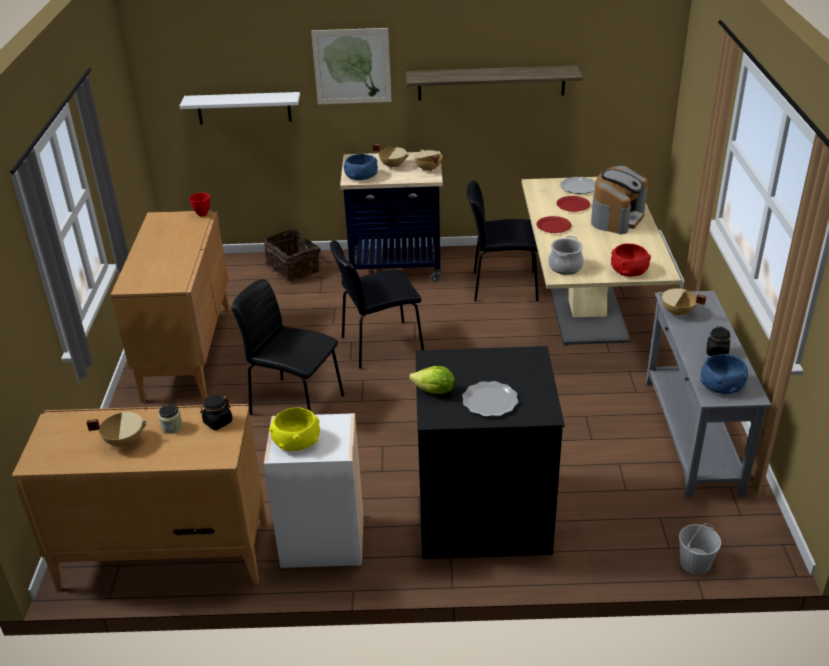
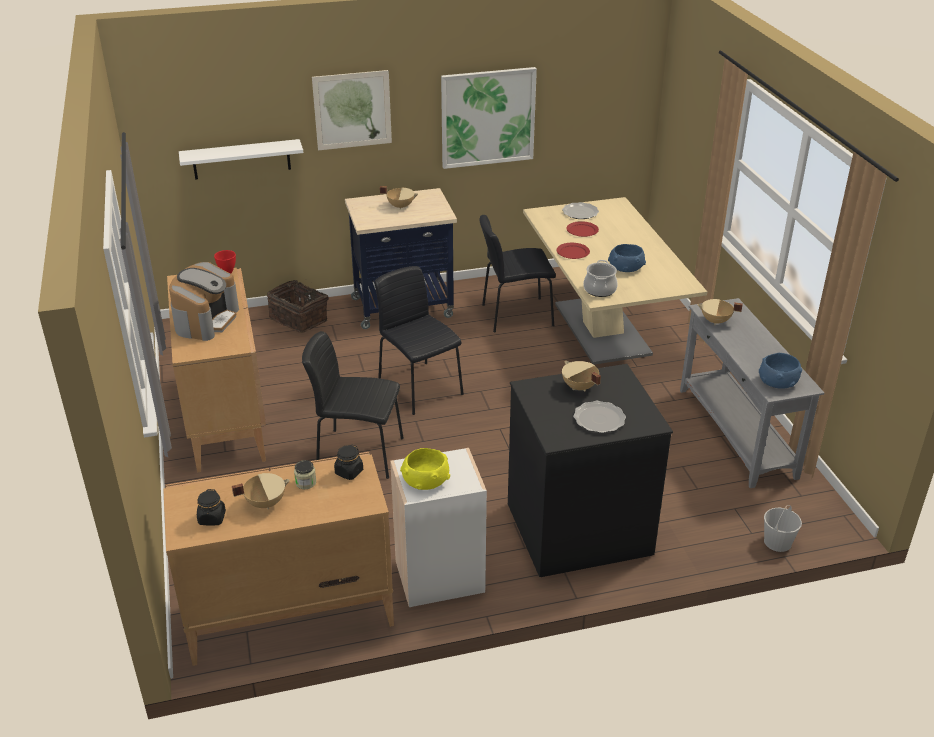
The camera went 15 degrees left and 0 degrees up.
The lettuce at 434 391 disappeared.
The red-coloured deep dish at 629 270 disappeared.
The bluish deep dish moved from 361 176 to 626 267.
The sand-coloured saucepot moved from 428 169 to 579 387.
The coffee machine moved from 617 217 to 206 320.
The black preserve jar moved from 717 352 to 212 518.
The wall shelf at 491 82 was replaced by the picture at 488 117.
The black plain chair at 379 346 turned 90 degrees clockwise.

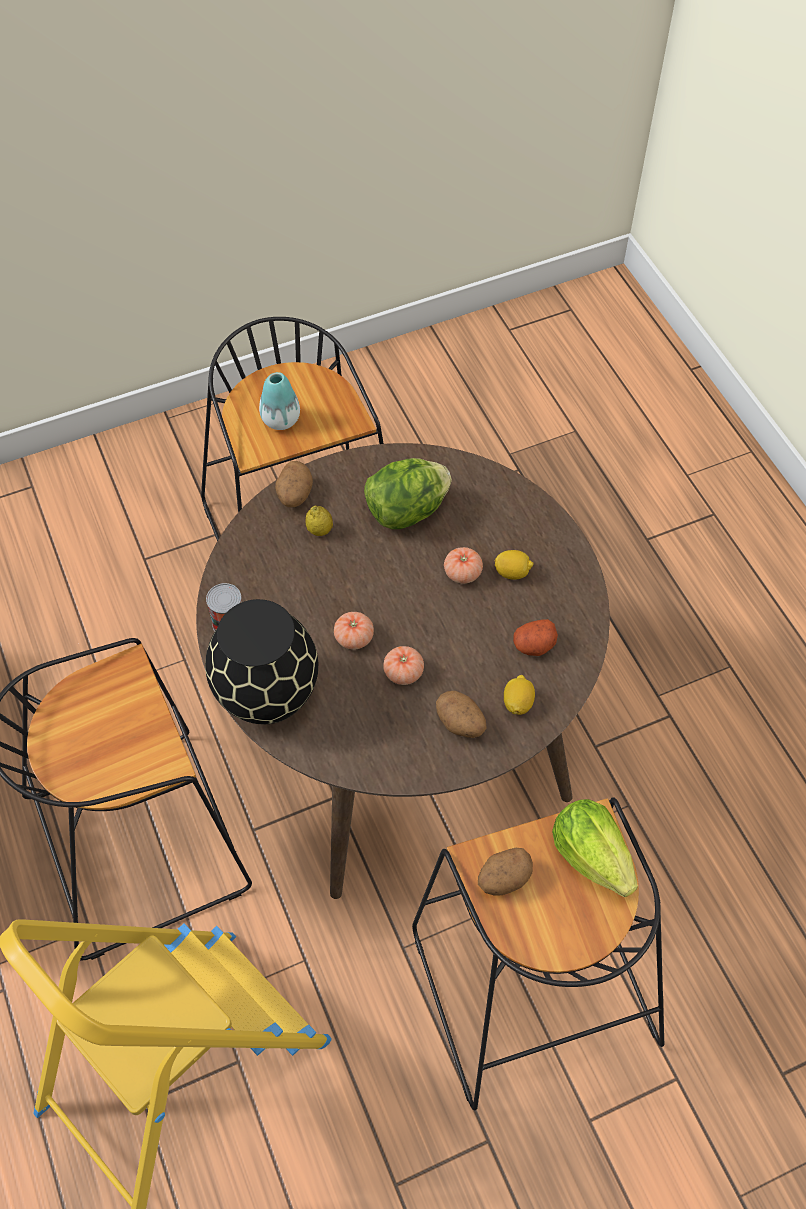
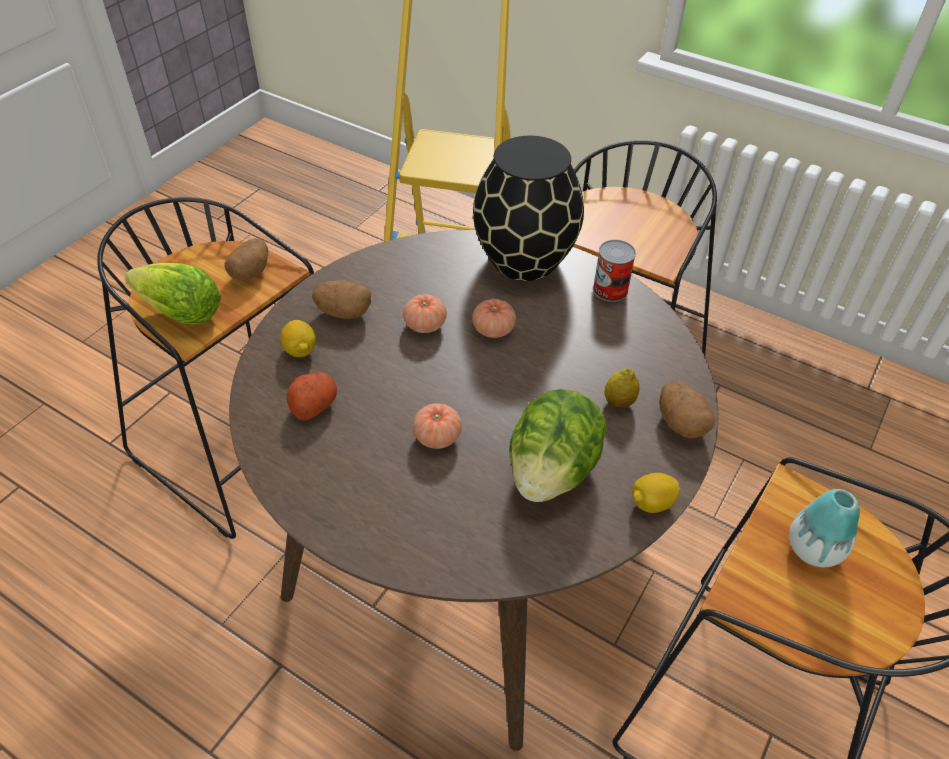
The camera went 145 degrees right and 10 degrees down.
The whole lemon moved from 512 572 to 651 503.

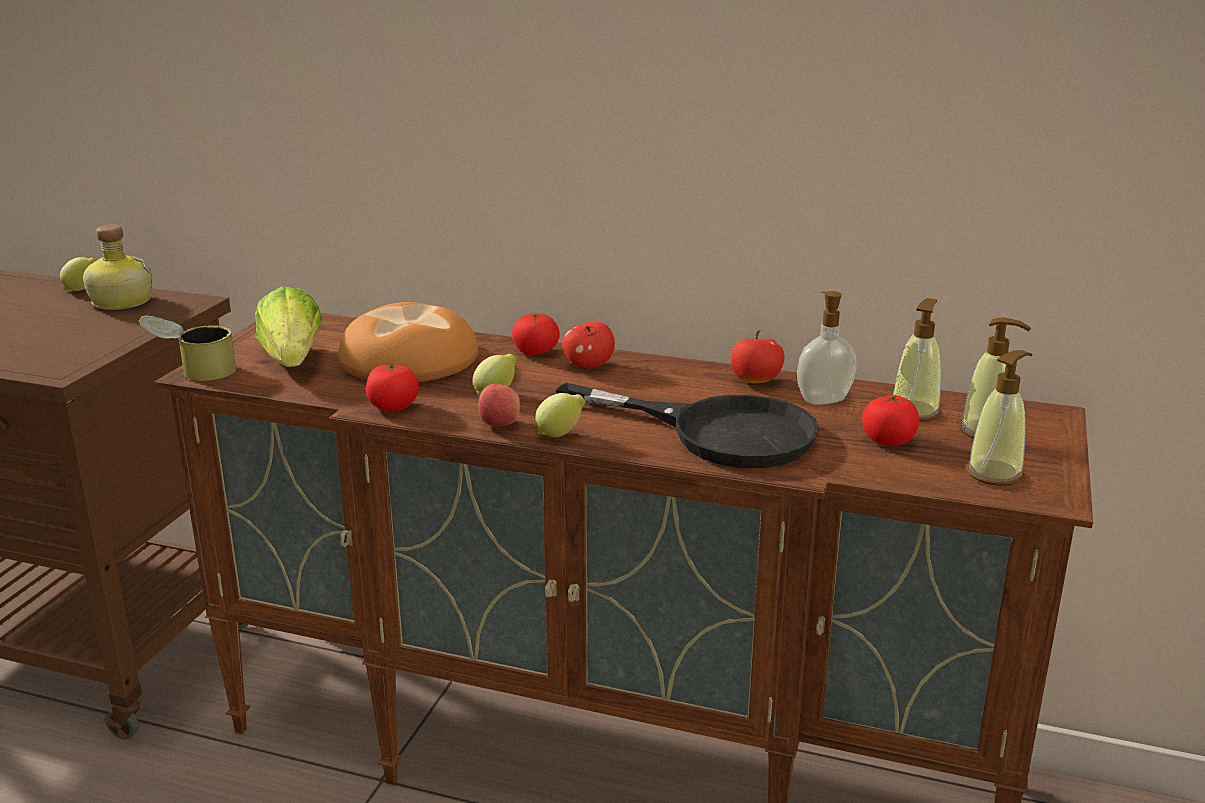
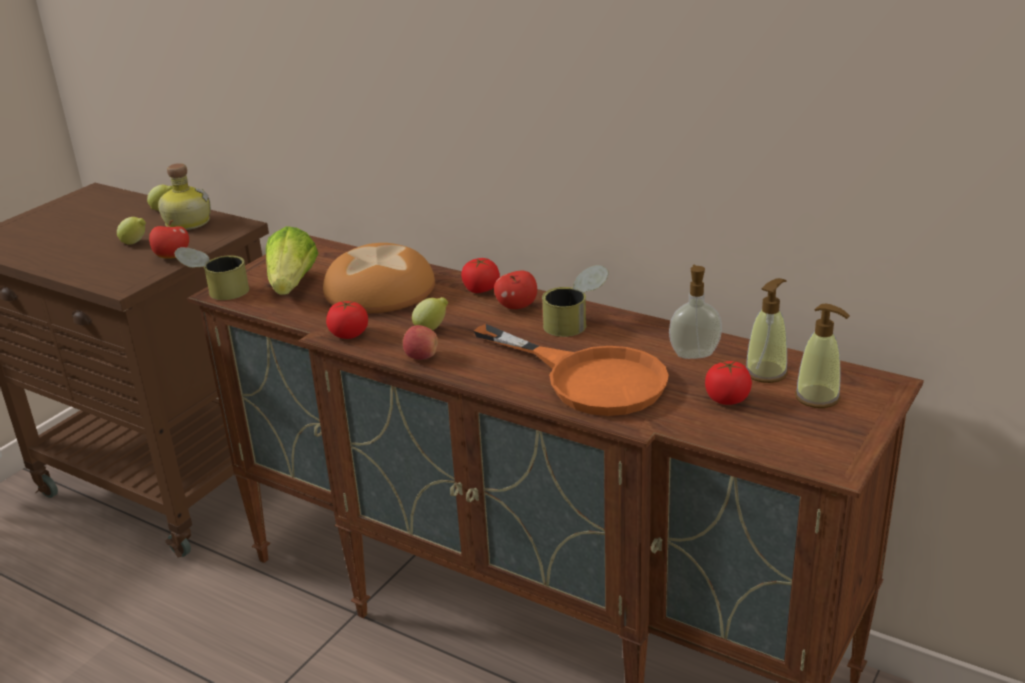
The camera went 15 degrees right and 5 degrees up.
The liquid soap bottle at 994 474 disappeared.
The can at 576 322 appeared.
The whole lemon moved from 560 434 to 135 243.
The whole apple moved from 756 381 to 172 257.
The black pan at 718 432 became the orange pan at 589 378.

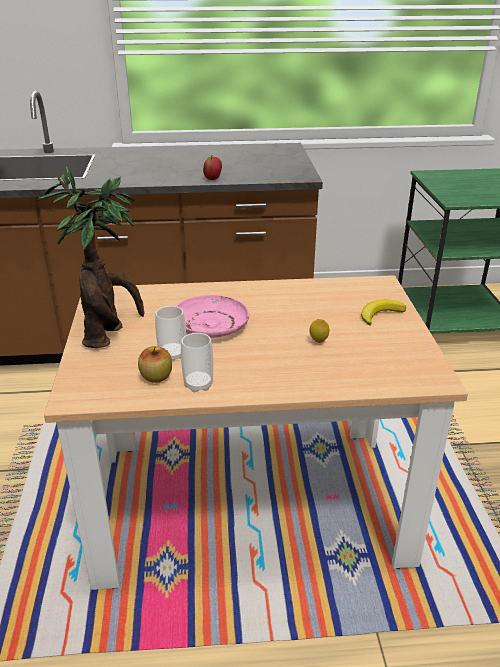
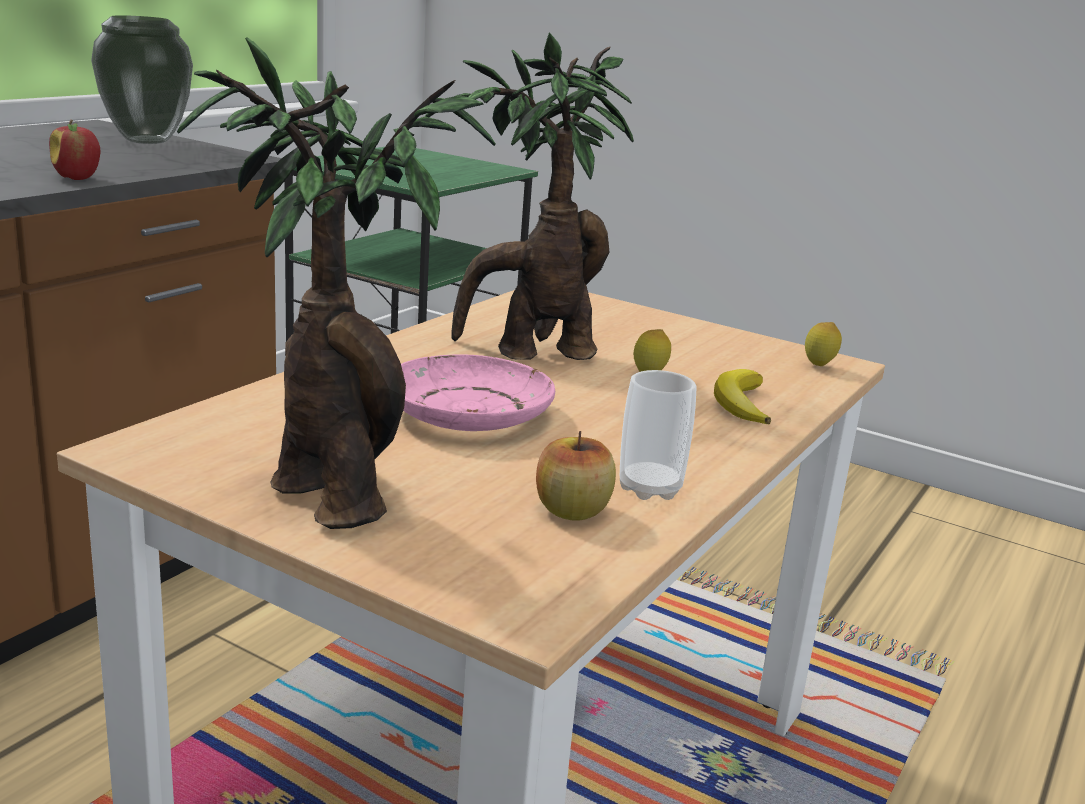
The camera went 55 degrees left and 10 degrees down.
The cup at 172 355 disappeared.
The flower vase at 145 140 appeared.
The plant in a pot at 531 353 appeared.
The whole lemon at 818 366 appeared.
The whole banana moved from 380 314 to 740 403.

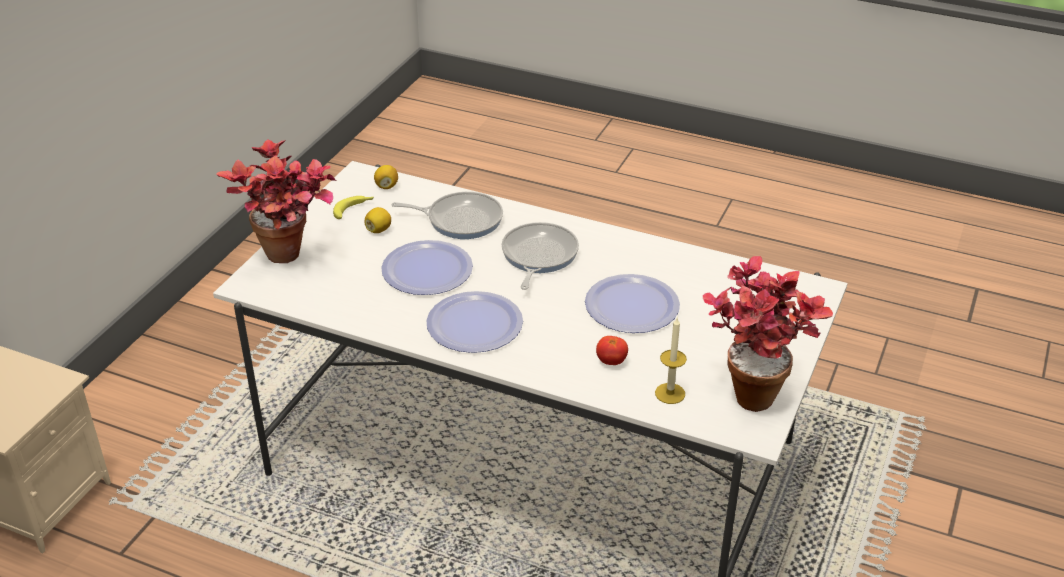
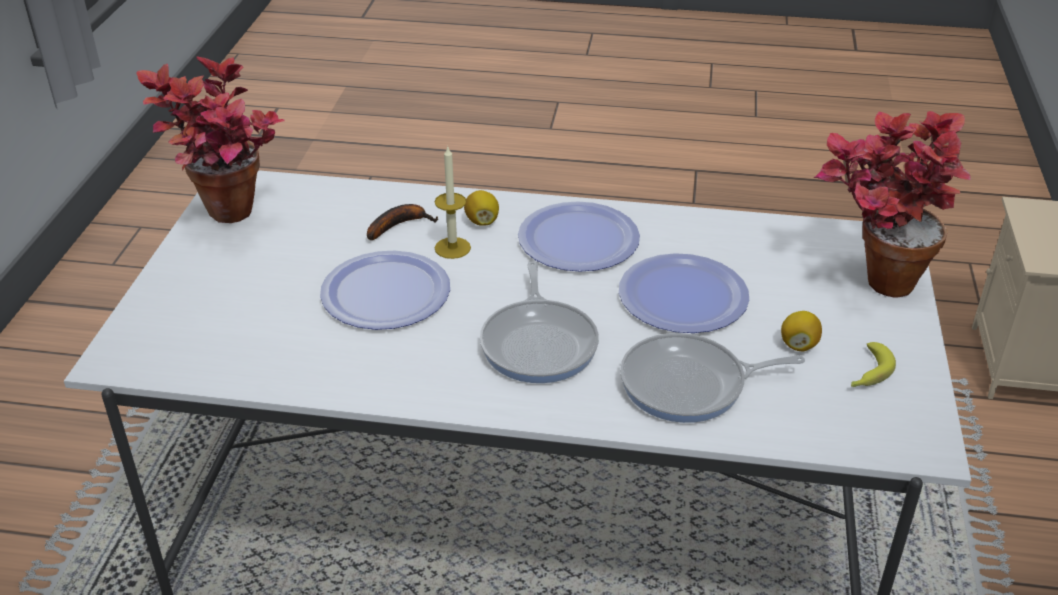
The camera went 165 degrees right and 0 degrees up.
The whole lemon moved from 386 186 to 482 221.
The candle moved from 670 393 to 452 248.
The whole tomato at 611 361 was replaced by the whole banana at 399 225.

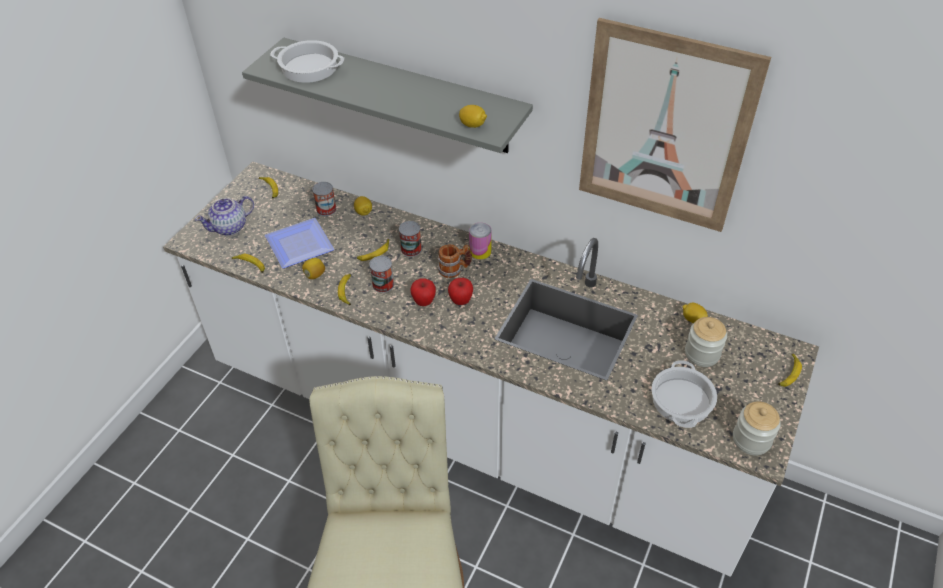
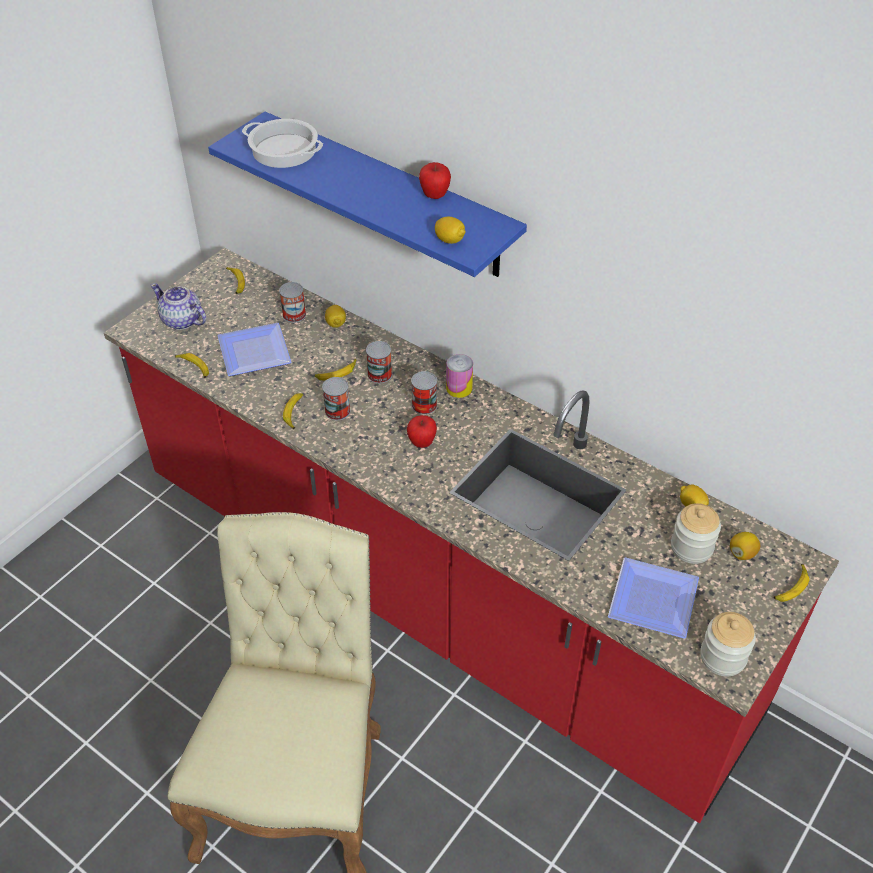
The camera went 10 degrees right and 0 degrees up.
The picture at 664 129 disappeared.
The whole lemon moved from 315 275 to 742 553.
The whole apple moved from 424 302 to 434 195.
The tea mug at 455 269 was replaced by the can at 424 405.
The saucepot at 681 400 was replaced by the dinner plate at 650 597.
The white counter at 473 424 became the red-coloured counter at 436 593.
The greyish wall shelf at 404 96 became the bluish wall shelf at 389 195.
The pot for tea at 230 227 turned 60 degrees clockwise.

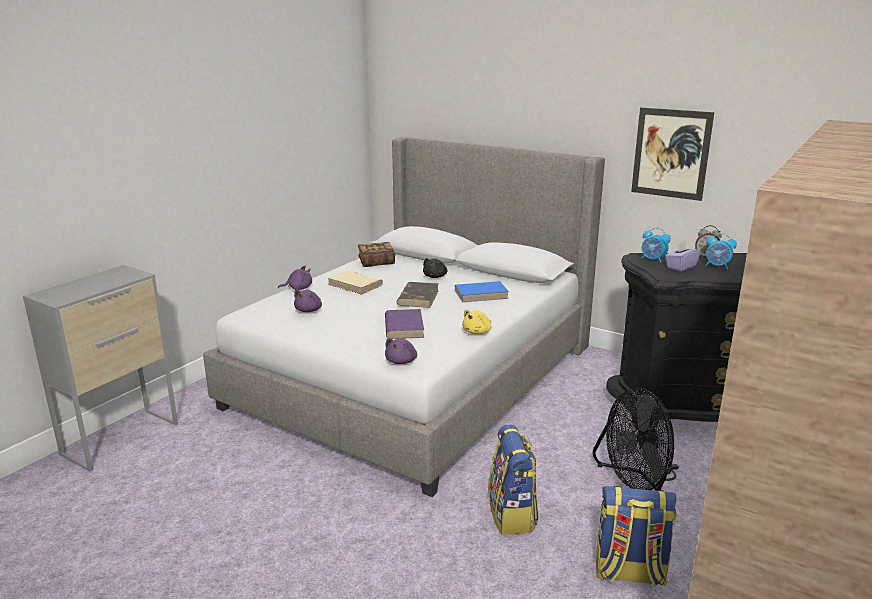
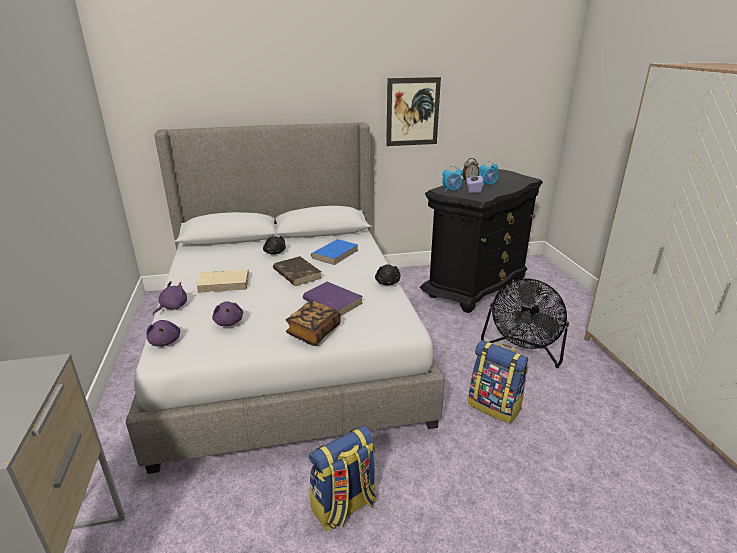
The camera went 45 degrees left and 5 degrees up.
The book moved from 376 262 to 314 332.
The purplish soft toy moved from 402 361 to 165 341.
The rucksack moved from 629 572 to 344 506.
The yellow-coloured soft toy at 477 332 became the black soft toy at 387 282.

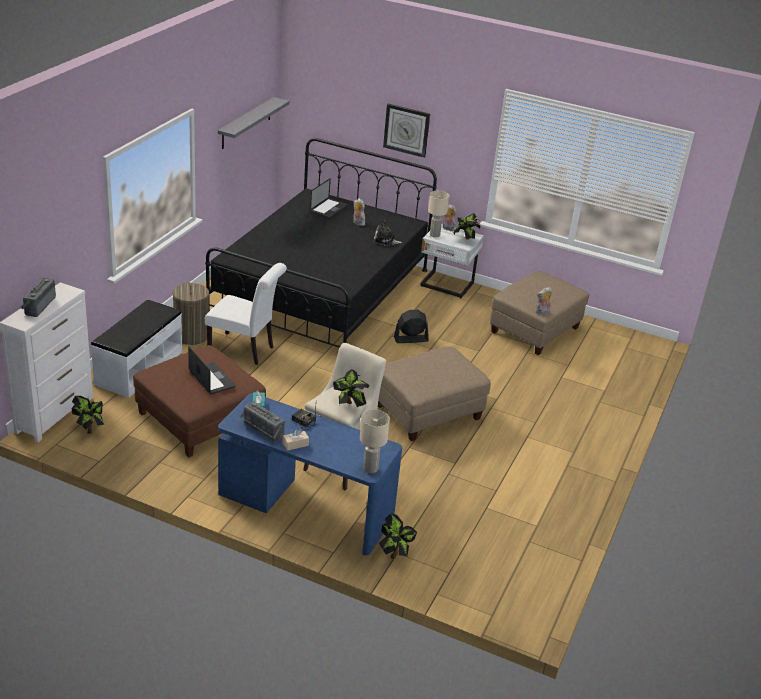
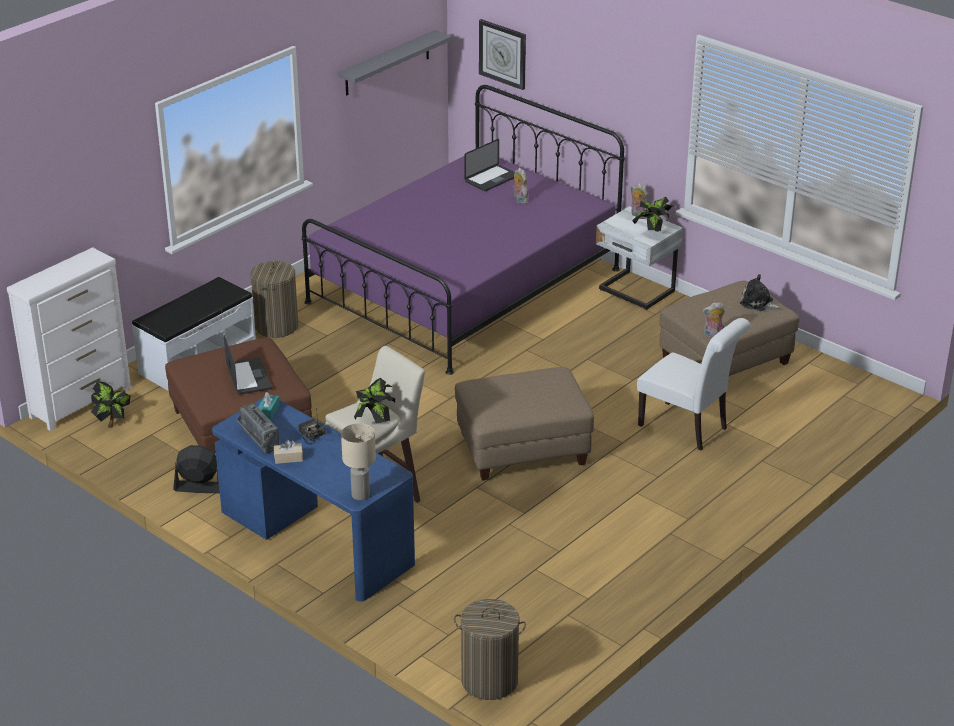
The camera went 20 degrees right and 0 degrees up.
The radio set at 38 305 disappeared.
The plant in a pot at 395 553 disappeared.
The sand-coloured lamp for a table at 434 235 disappeared.
The hamper at 489 681 appeared.
The white plain chair moved from 245 350 to 688 428.
The soft toy moved from 385 241 to 758 303.
The clock on the wall moved from 406 130 to 503 54.
The black cooling fan moved from 410 339 to 199 487.
The black sleeping bed at 321 291 became the purplish sleeping bed at 464 285.

